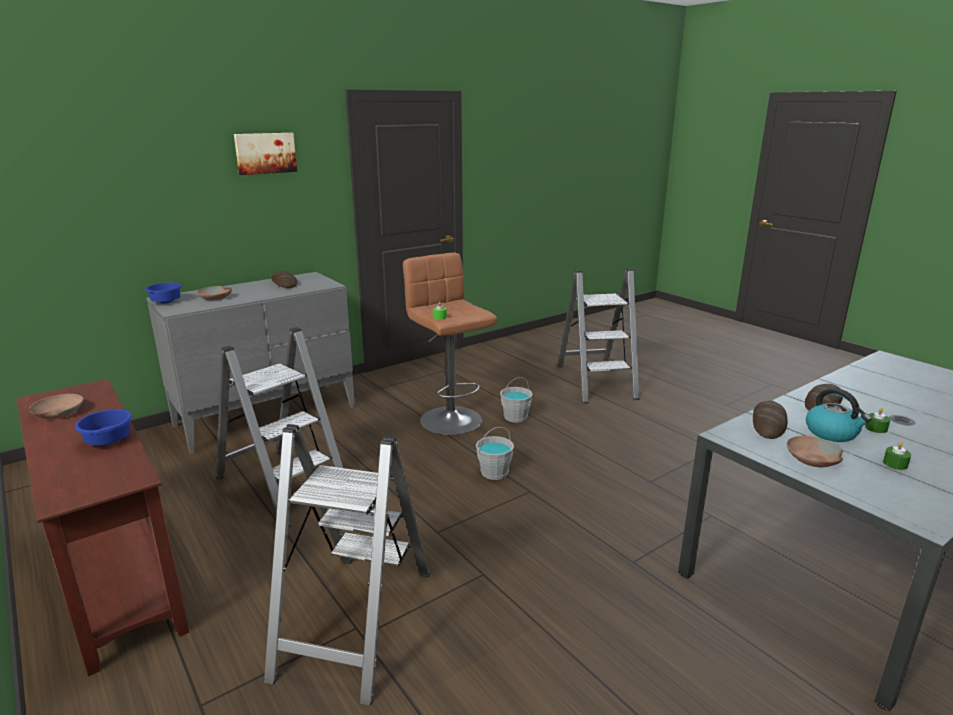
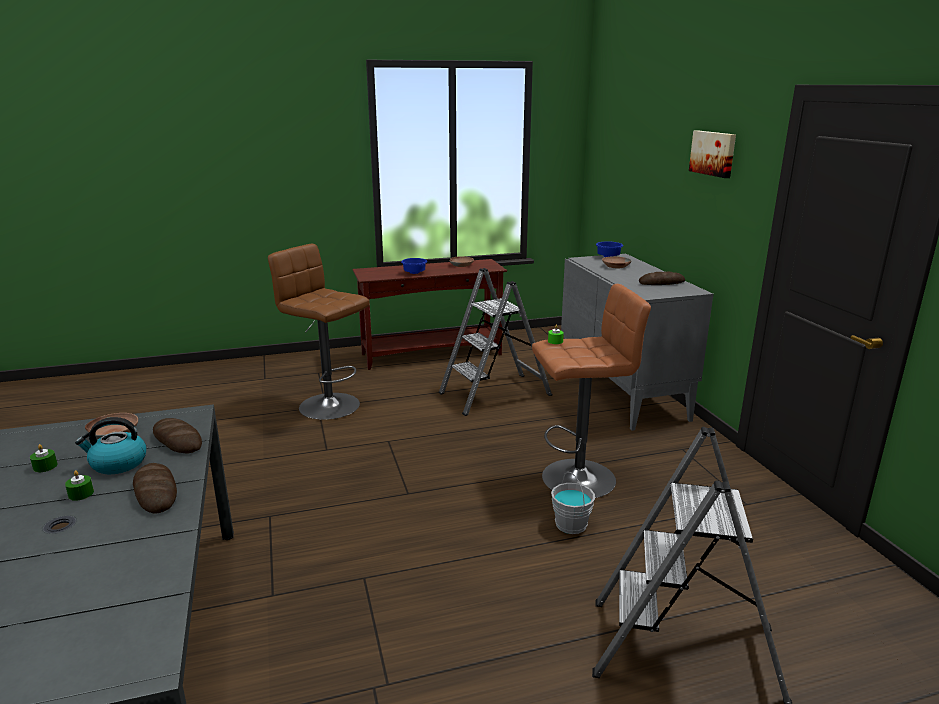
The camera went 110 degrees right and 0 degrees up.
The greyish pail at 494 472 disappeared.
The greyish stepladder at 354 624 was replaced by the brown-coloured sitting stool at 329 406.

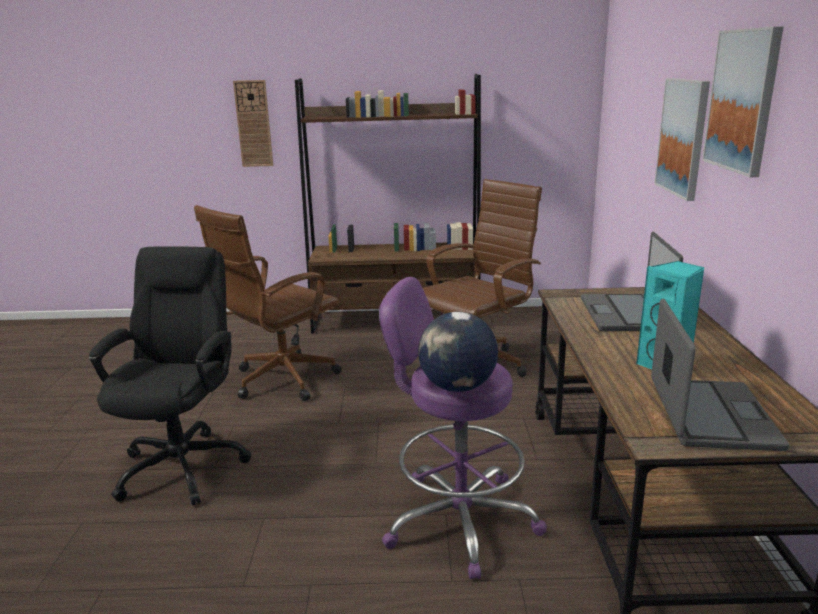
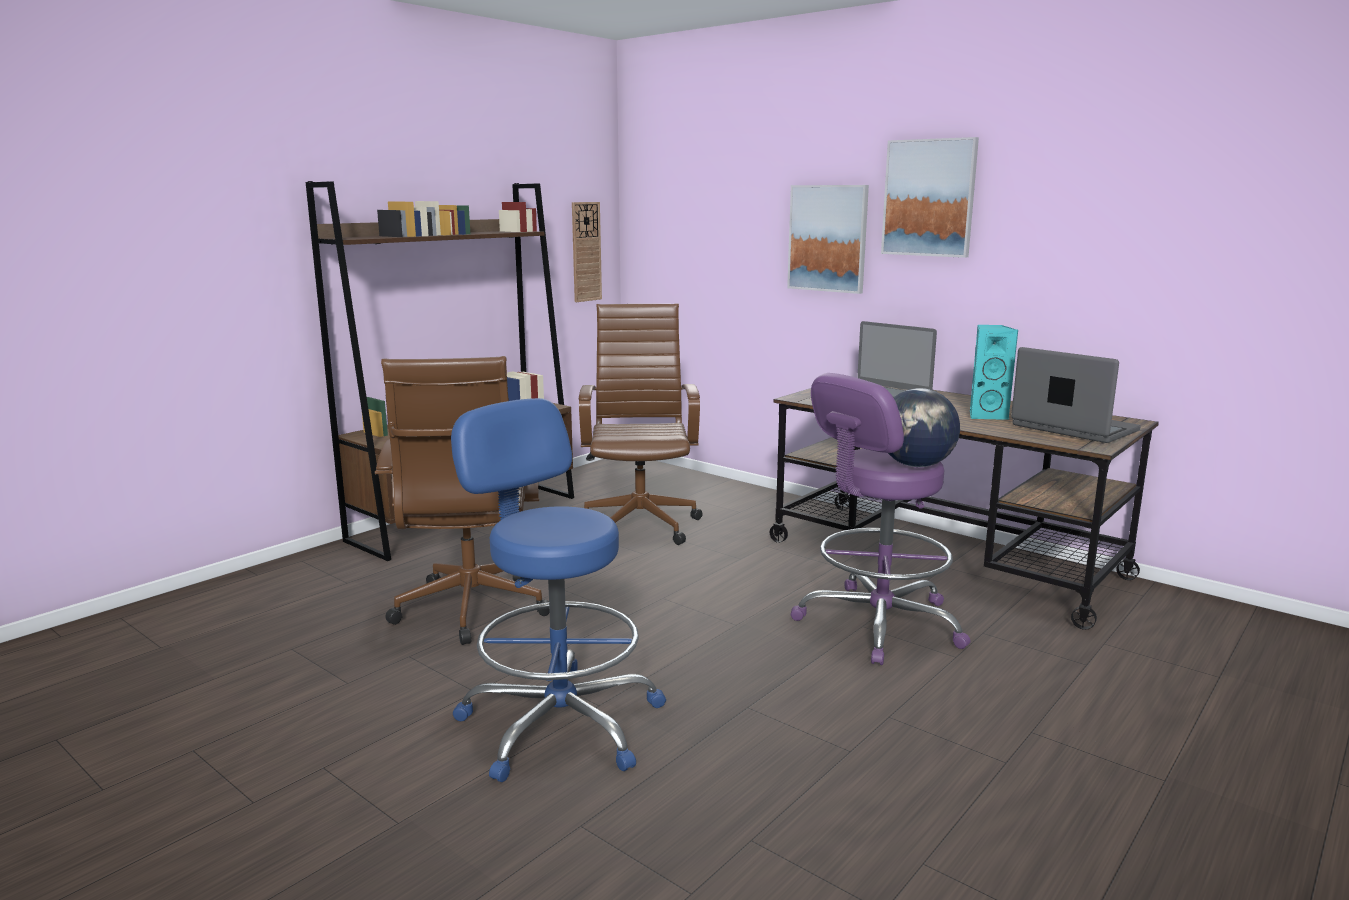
The camera went 50 degrees left and 5 degrees down.
The clock on the wall moved from 253 124 to 586 252.
The black computer chair at 184 464 was replaced by the bluish sitting stool at 559 721.

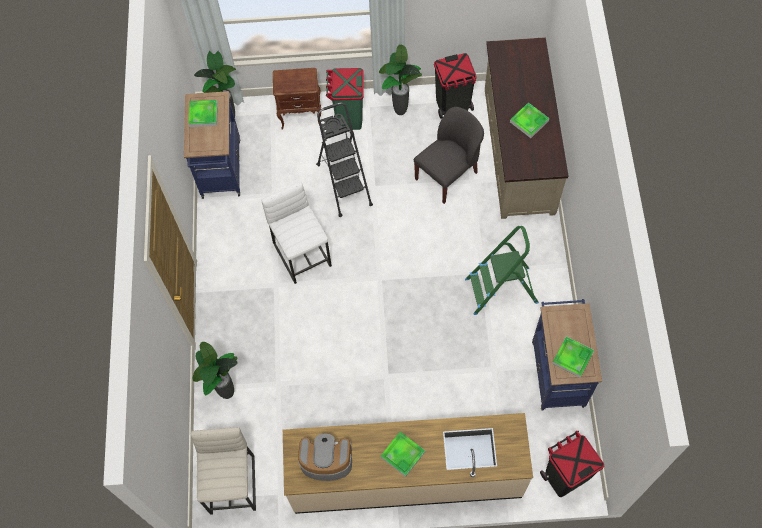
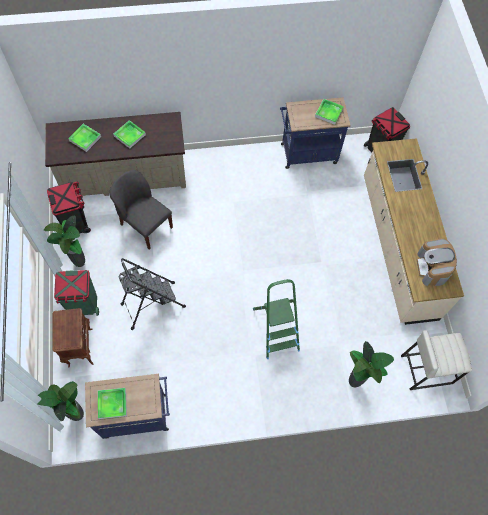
The camera went 100 degrees left and 0 degrees up.
The white sitting stool at 302 254 disappeared.
The tray moved from 402 454 to 85 139.
The greenish stepladder moved from 500 291 to 276 329.

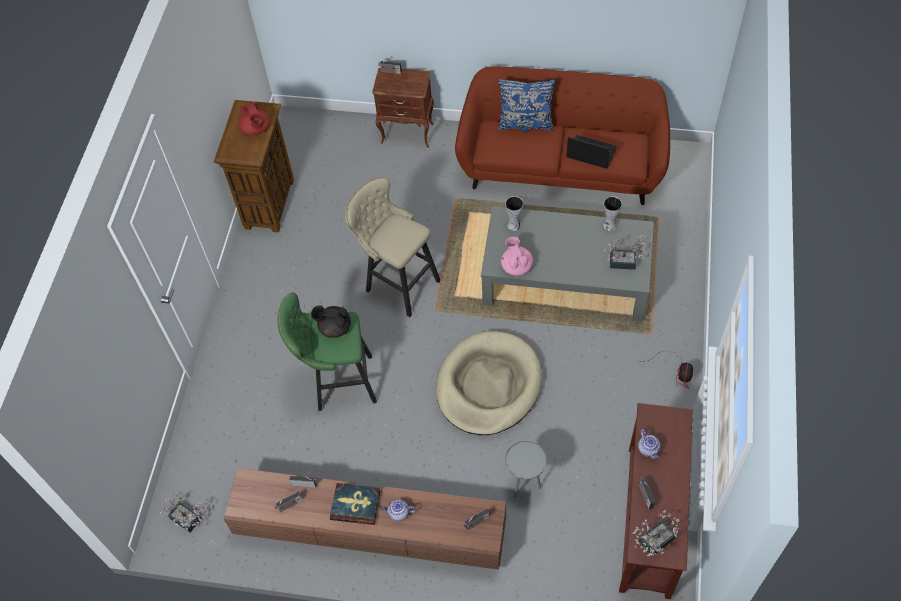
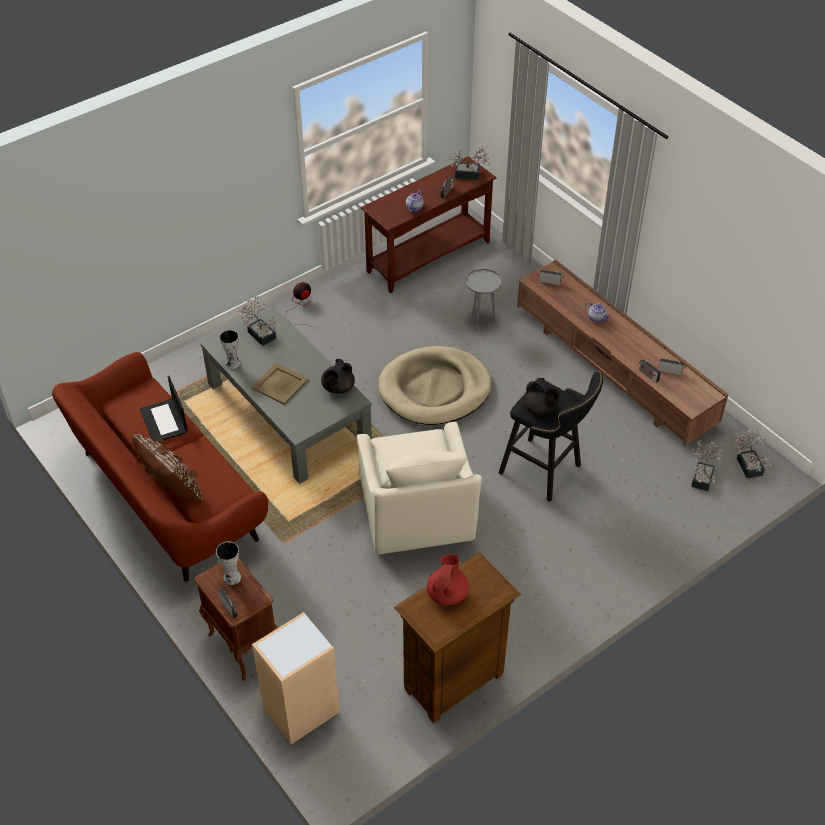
The camera went 140 degrees left and 10 degrees down.
The book at 355 504 disappeared.
The sand-coloured tray at 279 384 appeared.
The shelving unit at 300 710 appeared.
The plant in a pot at 703 476 appeared.
The flower vase moved from 514 224 to 231 578.
The sand-coloured sitting stool at 396 281 was replaced by the sand-coloured lounge chair at 416 513.
The greenish sitting stool at 336 383 became the black sitting stool at 547 473.
The bluish cushion at 525 124 became the brown-coloured cushion at 174 488.
The pinkish pot for tea at 516 266 became the black pot for tea at 338 388.

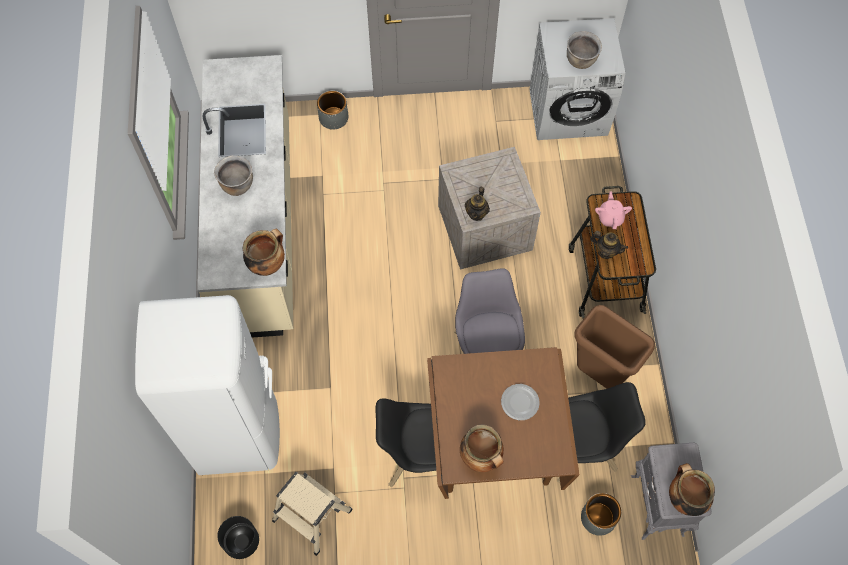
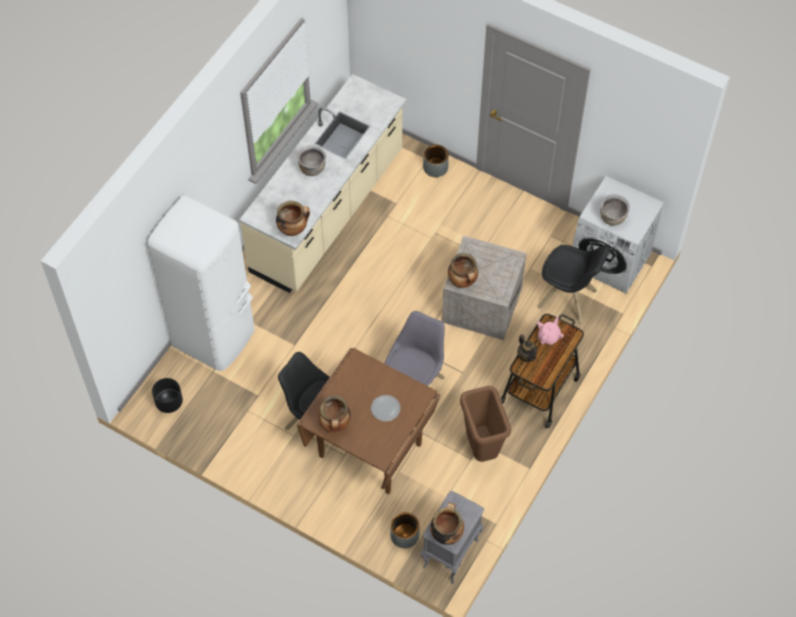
The camera went 35 degrees right and 5 degrees down.
The sand-coloured stepladder at 312 514 disappeared.
The black plain chair moved from 581 449 to 568 299.
The pot for tea at 476 213 was replaced by the saucepot at 463 281.

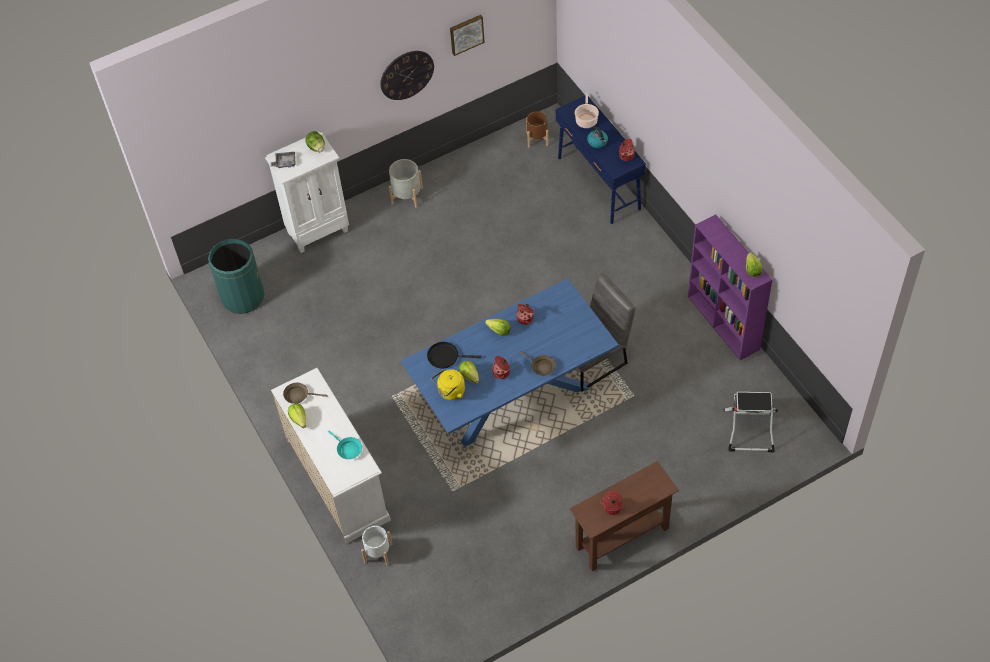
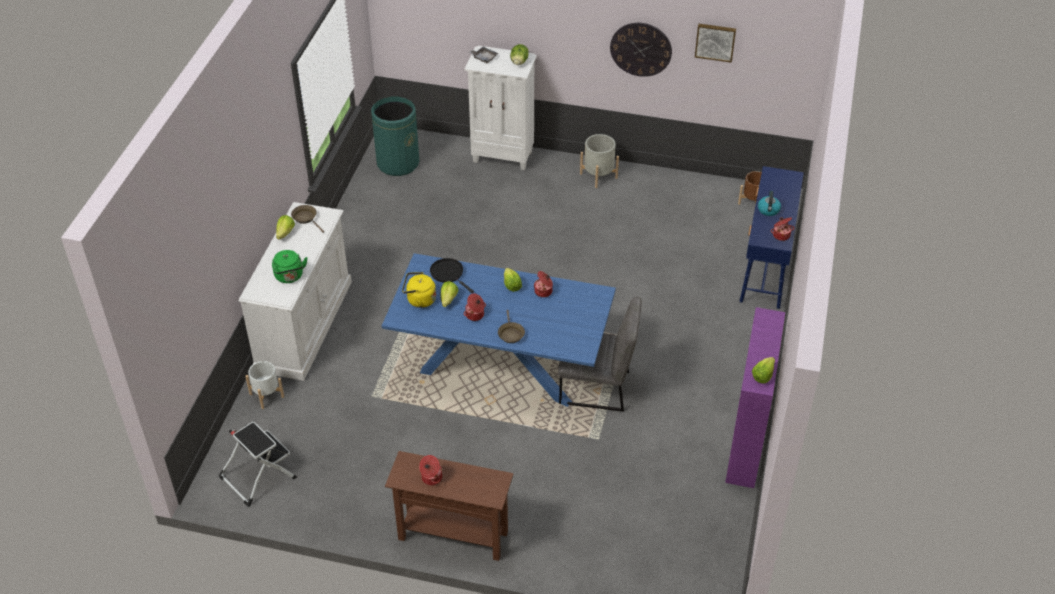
The camera went 40 degrees right and 10 degrees down.
The saucepot at 586 120 disappeared.
The stepladder moved from 750 429 to 258 474.
The blue-green pan at 348 449 was replaced by the greenish kettle at 290 277.

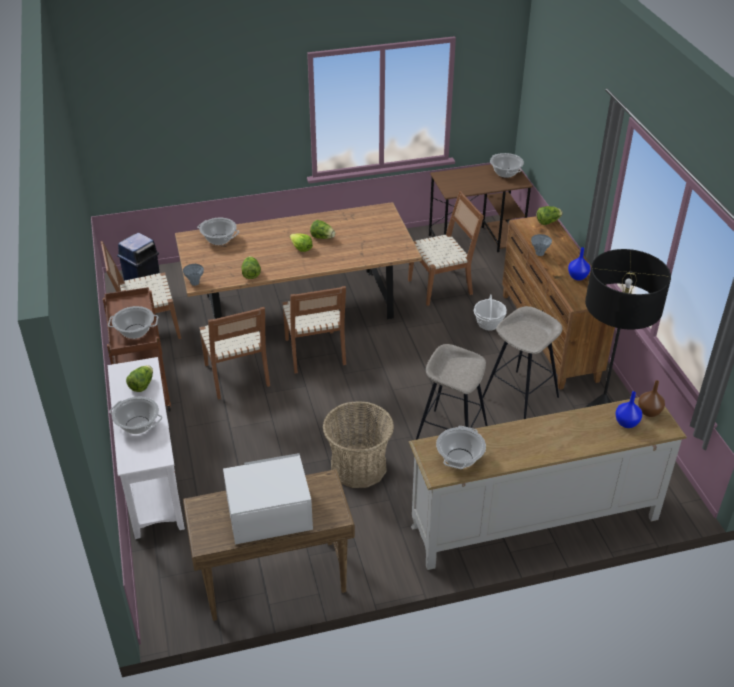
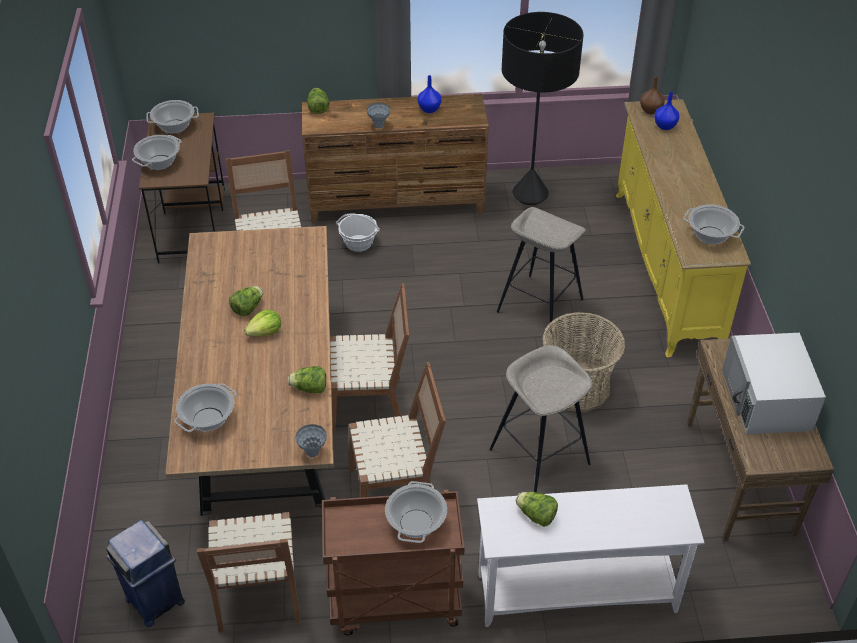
The camera went 80 degrees left and 5 degrees up.
The saucepot moved from 138 425 to 159 162.
The greyish sitting stool moved from 520 397 to 539 456.
The greyish cupboard at 534 521 became the yellow-coloured cupboard at 664 268.

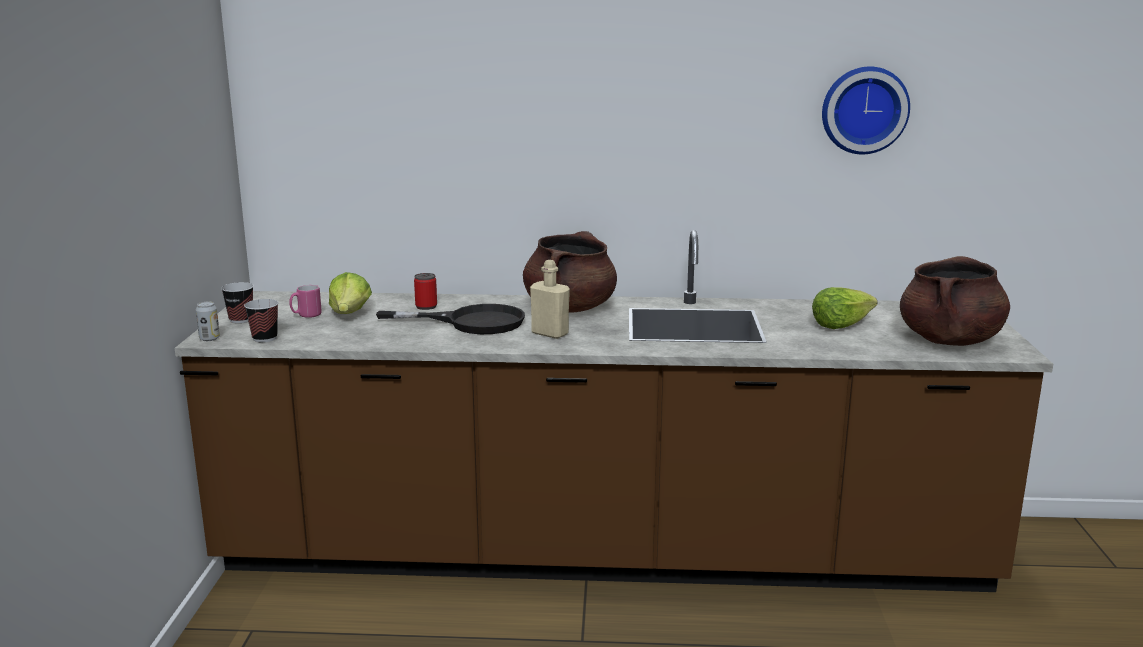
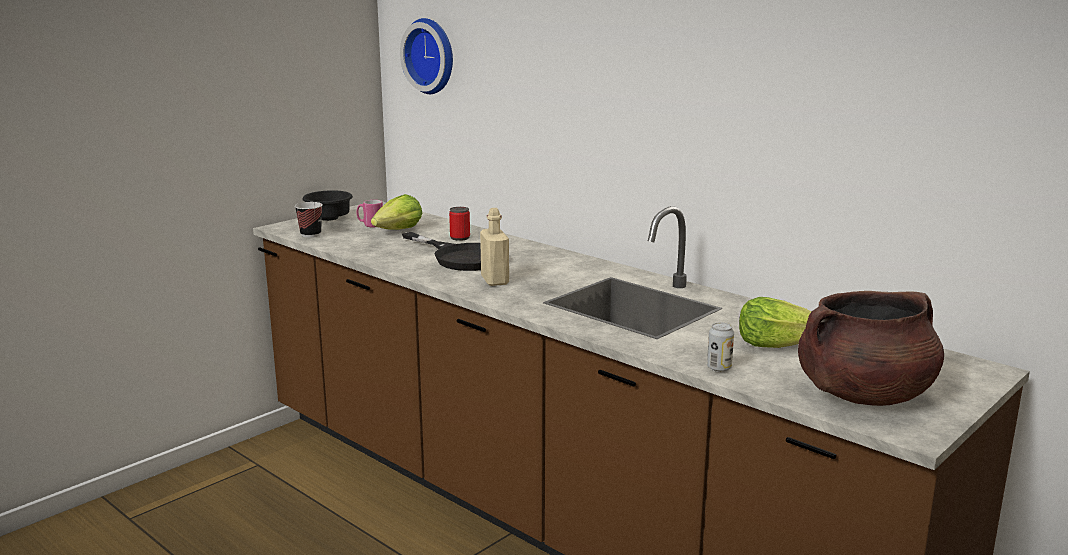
The camera went 40 degrees right and 0 degrees up.
The brown-coloured saucepot at 570 308 disappeared.
The can moved from 209 339 to 719 368.
The clock on the wall moved from 864 110 to 432 56.
The cup at 241 319 was replaced by the black deep dish at 328 219.

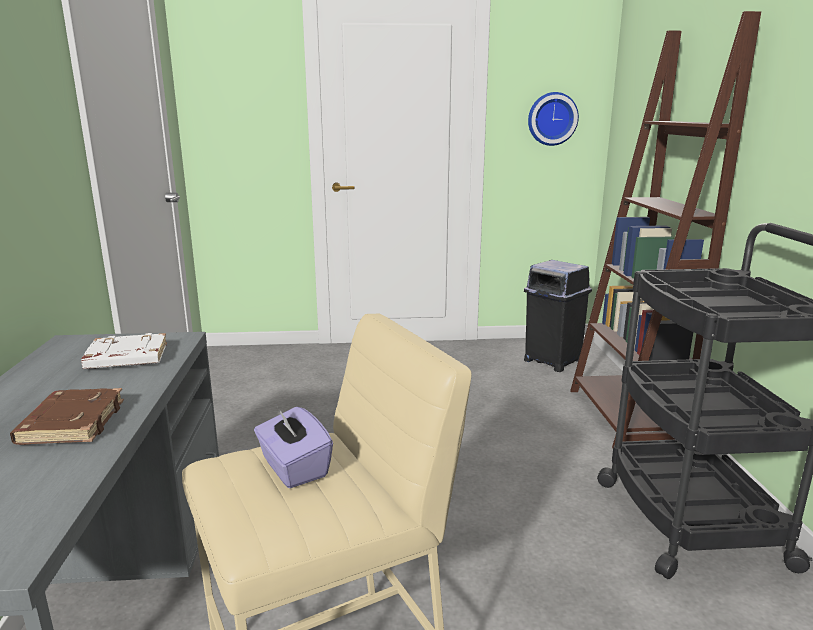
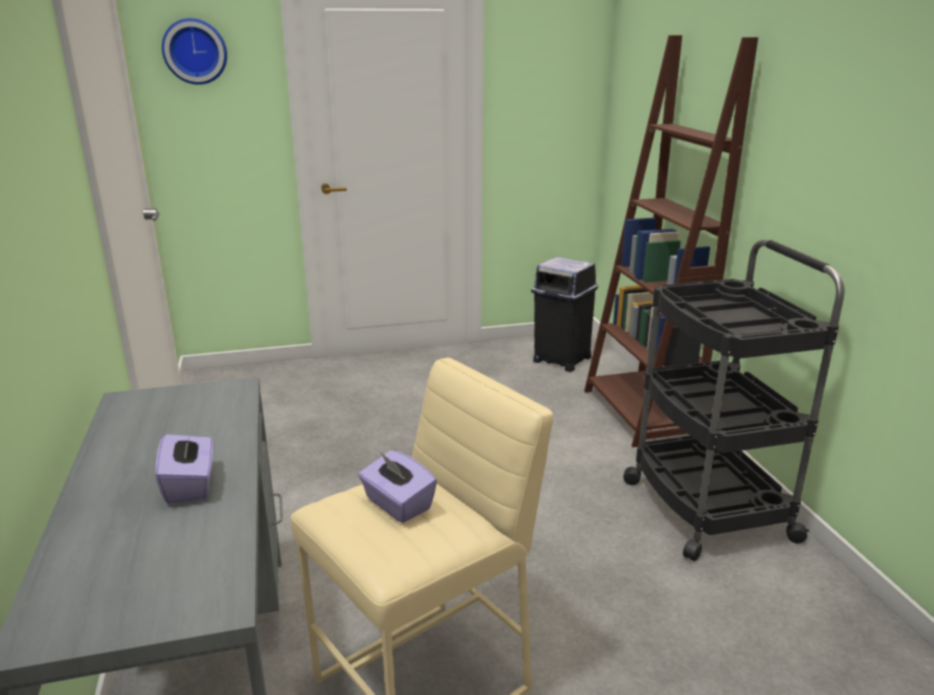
The camera went 10 degrees left and 5 degrees up.
The white book at 126 358 disappeared.
The clock on the wall moved from 551 119 to 195 51.
The brown-coloured book at 71 423 was replaced by the purplish tissue holder at 190 485.

